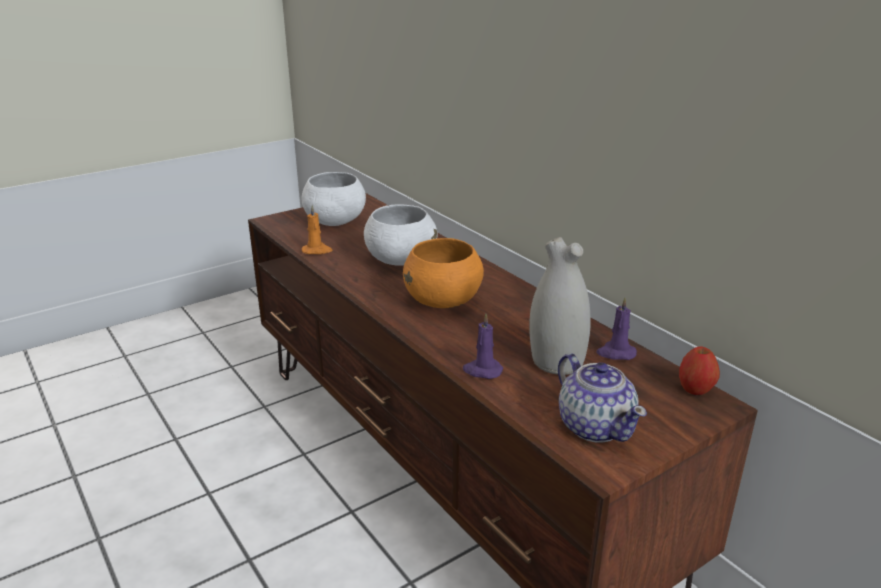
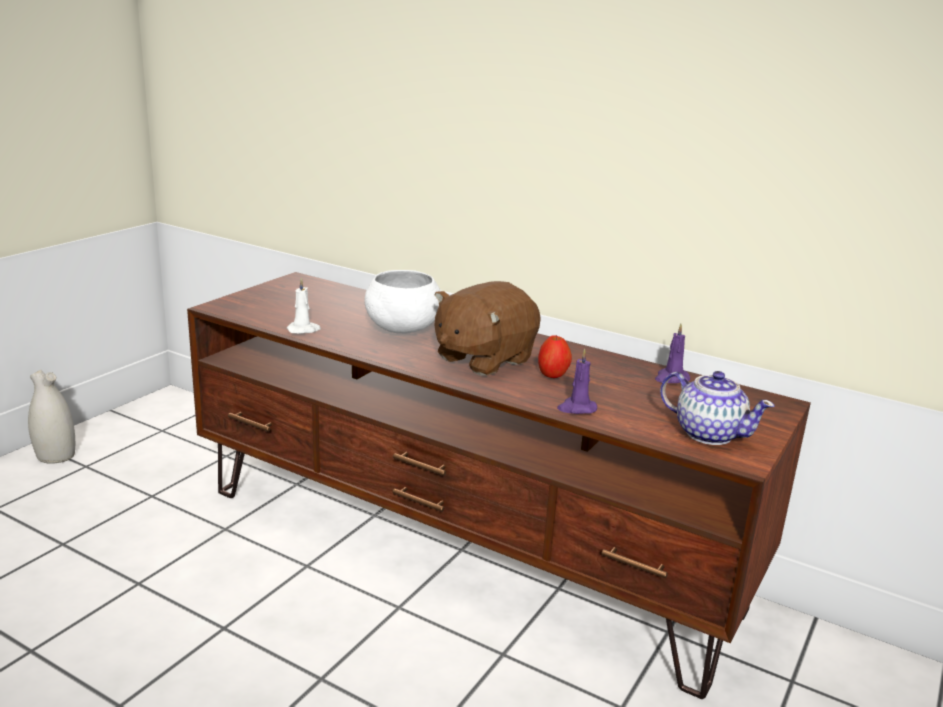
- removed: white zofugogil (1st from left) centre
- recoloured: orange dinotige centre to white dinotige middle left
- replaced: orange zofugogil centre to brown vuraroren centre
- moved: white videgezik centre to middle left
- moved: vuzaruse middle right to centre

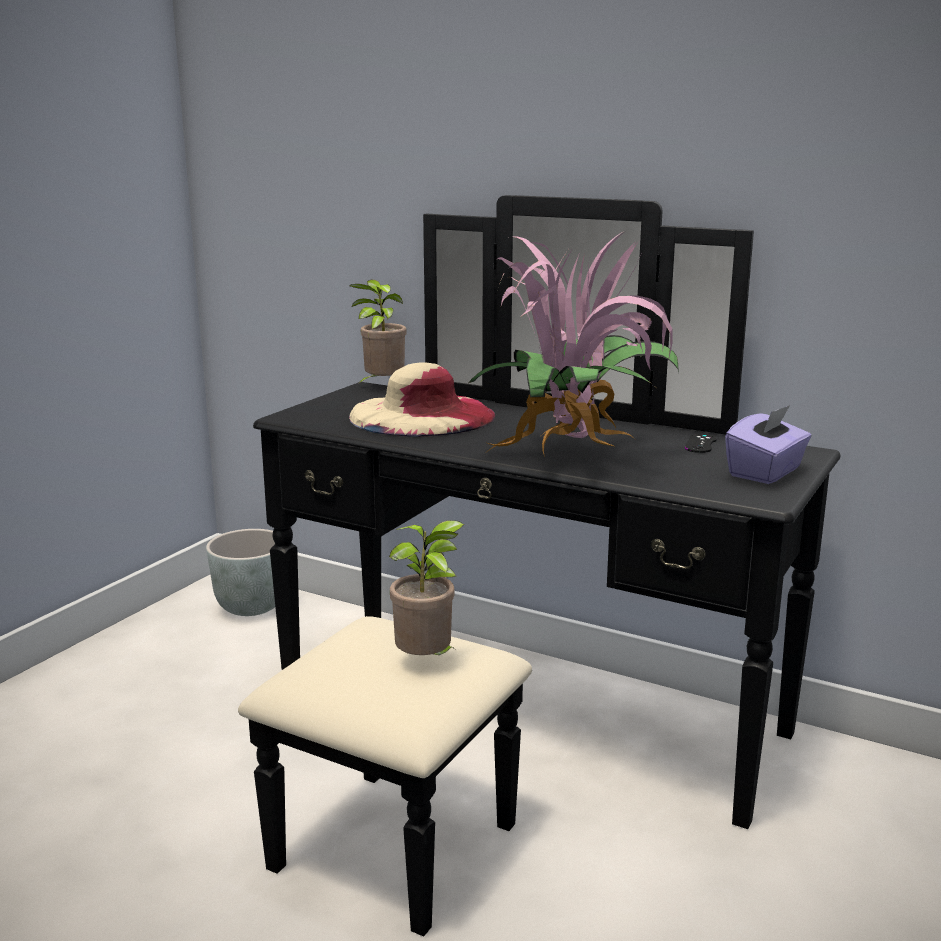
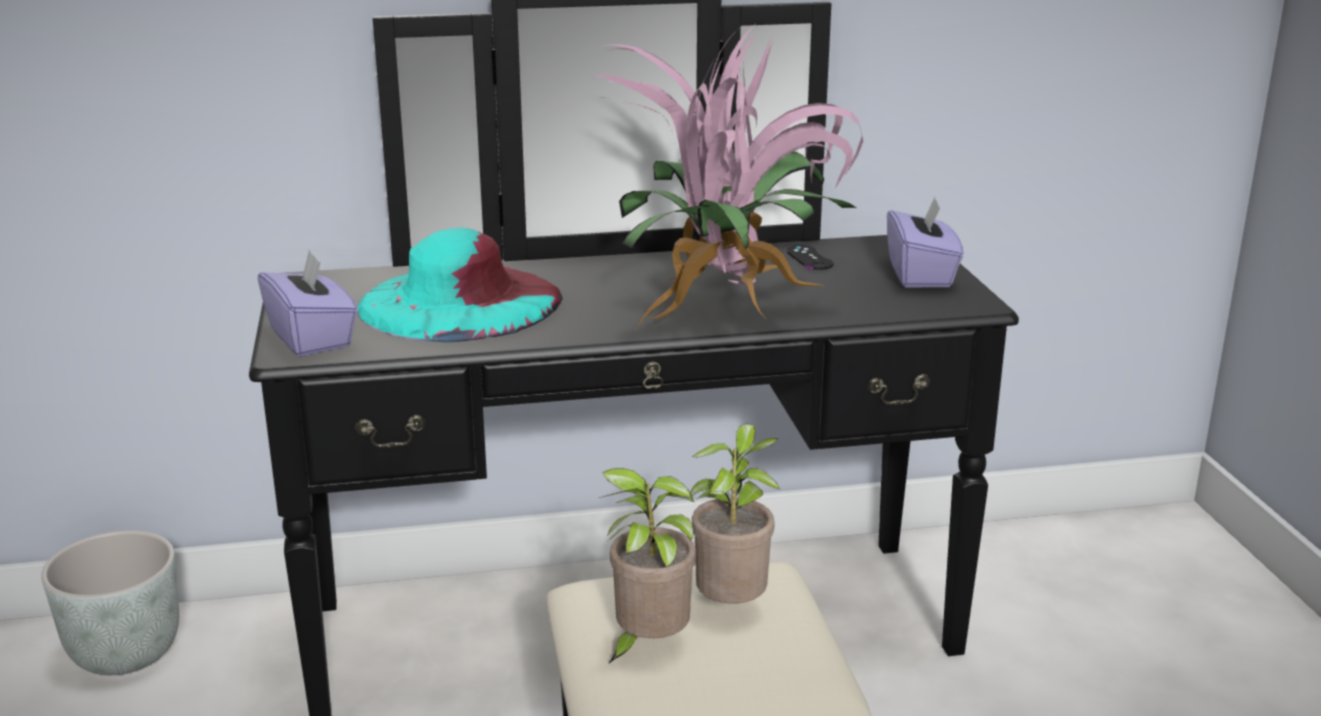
- moved: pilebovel (1st from left) centre to bottom centre
- recoloured: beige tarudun centre to turquoise tarudun centre
- added: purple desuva (1st from left) middle left

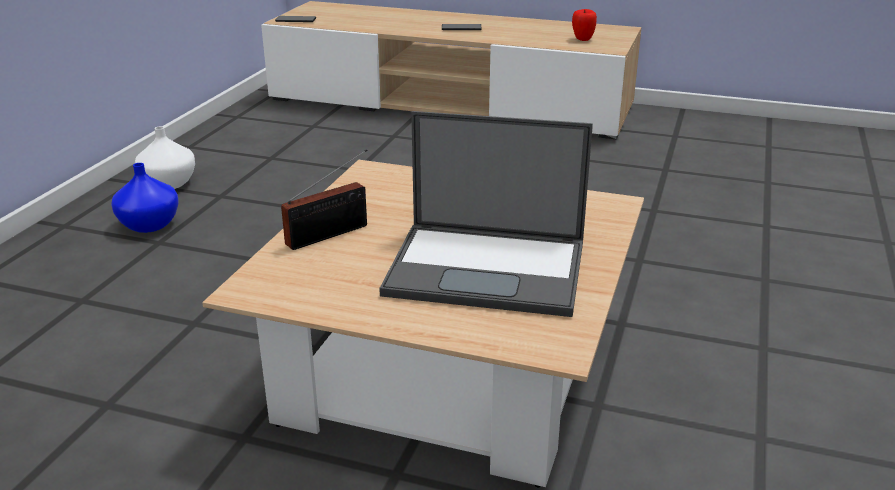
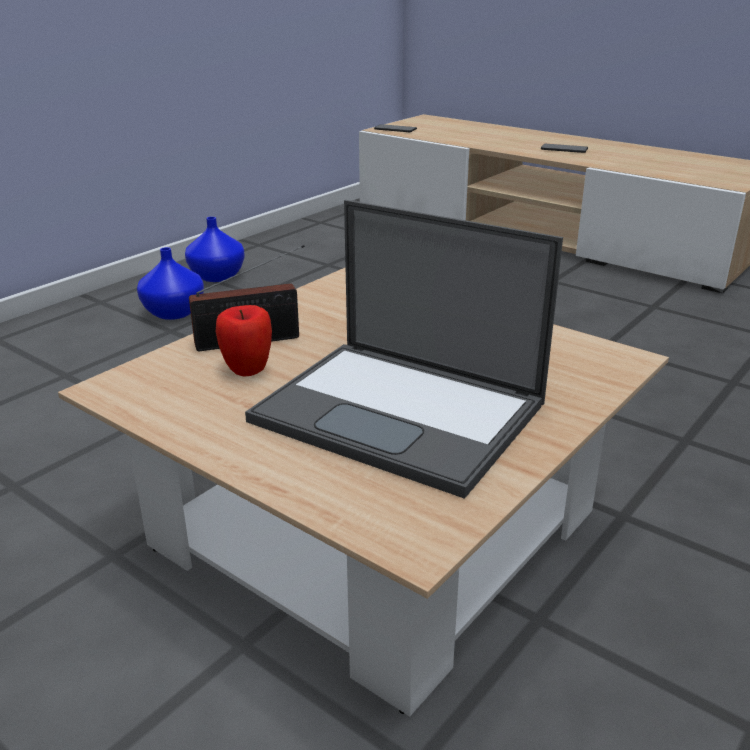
- recoloured: white videgezik top left to blue videgezik (2nd from left) top left
- moved: vuzaruse top centre to middle left

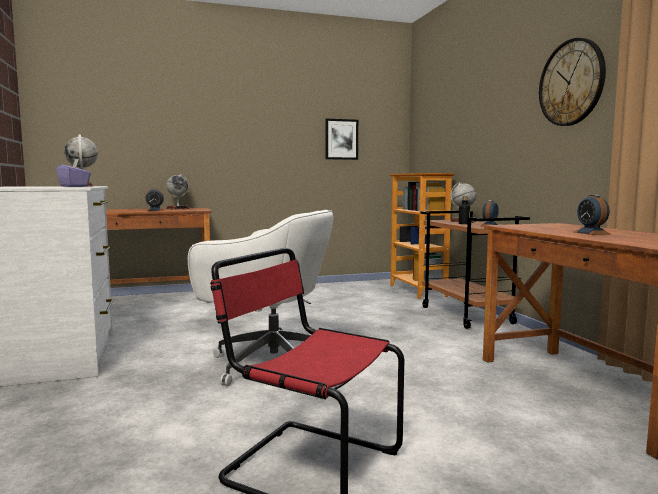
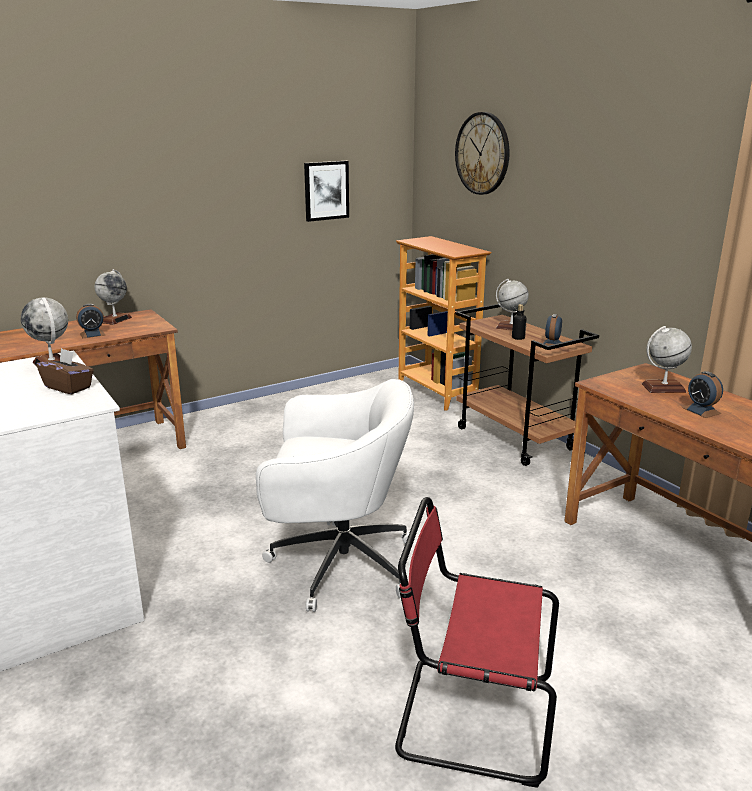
- recoloured: purple desuva middle left to brown desuva middle left
- moved: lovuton top right to top centre
- added: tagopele (4th from left) middle right

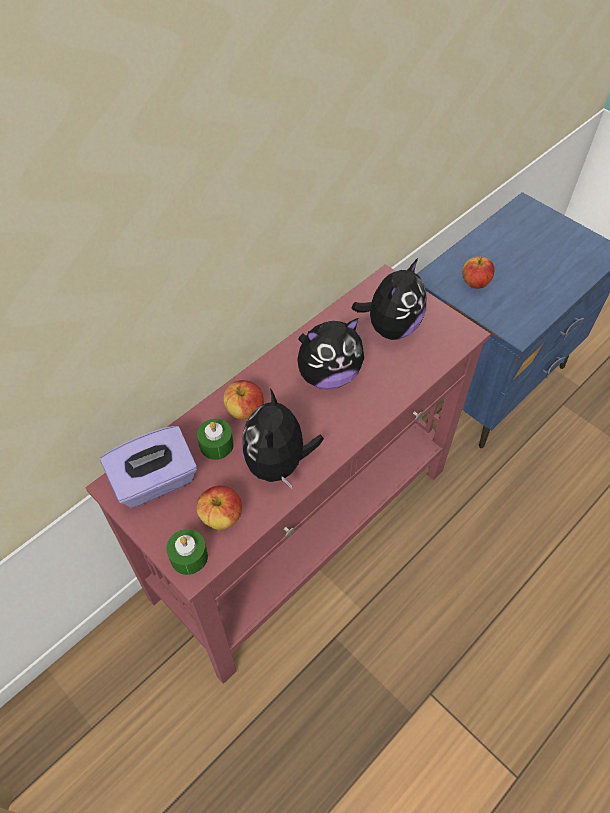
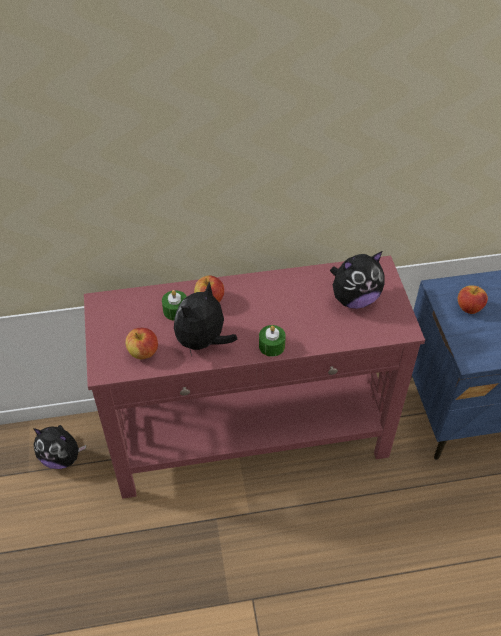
- removed: purple desuva middle left
- moved: green dinotige (1st from left in the first image) bottom left to green dinotige (2nd from left) centre
- moved: vuraroren (2nd from left in the first image) centre to vuraroren (1st from left) bottom left

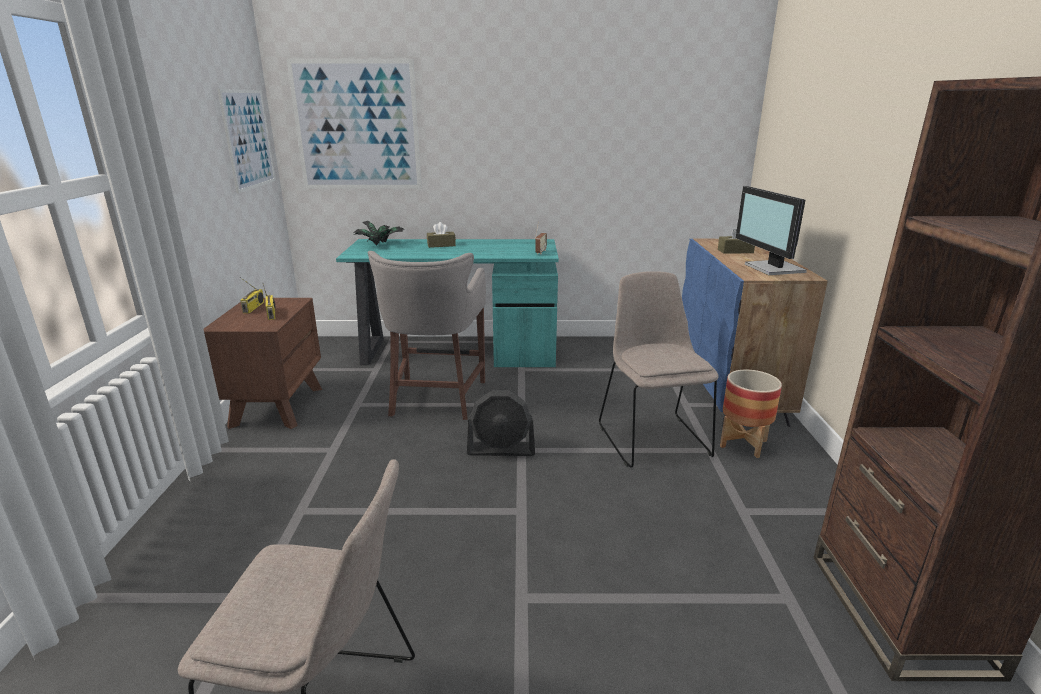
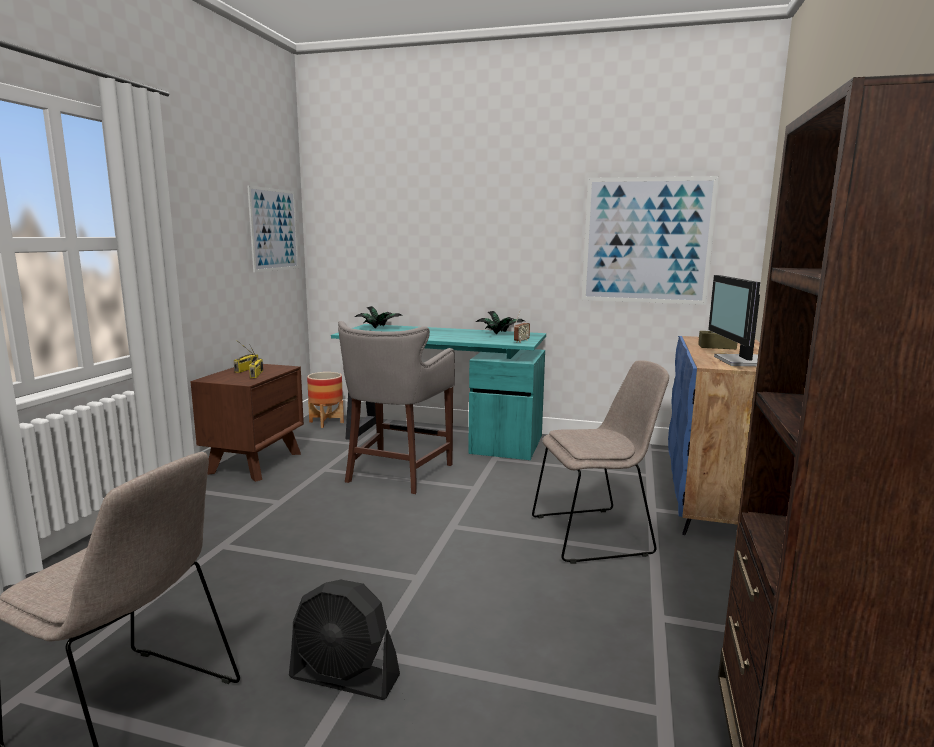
- moved: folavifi (2nd from left) top centre to top right
- removed: brown desuva (1st from left) centre
- moved: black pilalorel centre to bottom centre
- turned: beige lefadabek (2nd from left) centre = centre 75 degrees clockwise
- moved: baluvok middle right to centre
- added: pilebovel (2nd from left) centre

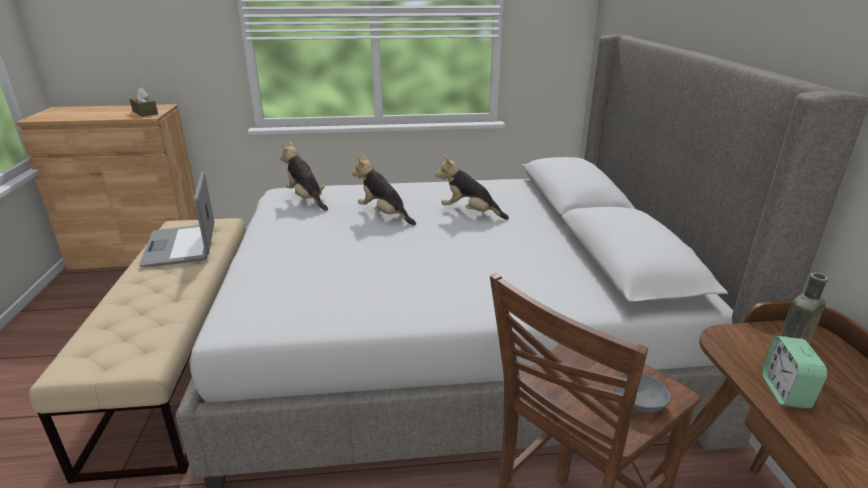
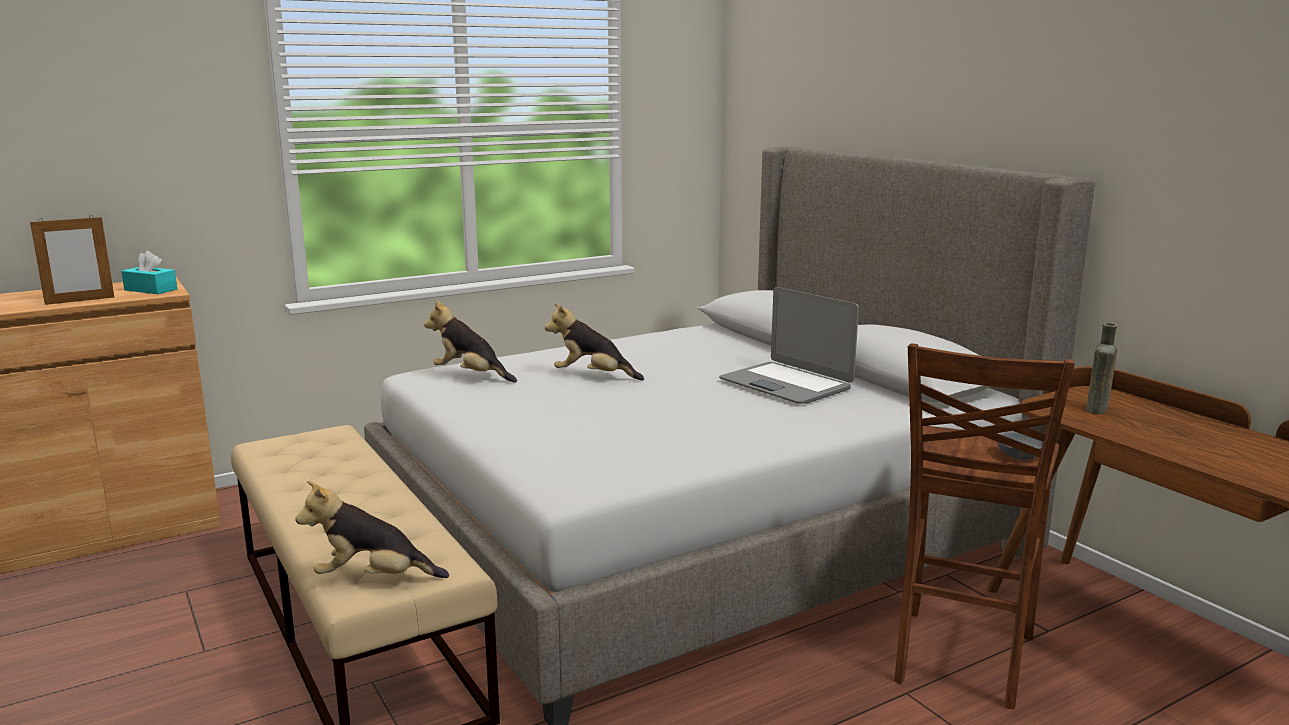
- recoloured: brown desuva top left to turquoise desuva middle left
- moved: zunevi middle left to centre
- moved: vuraroren (3rd from left in the first image) centre to vuraroren (1st from left) bottom left
- removed: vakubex bottom right
- added: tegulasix middle left

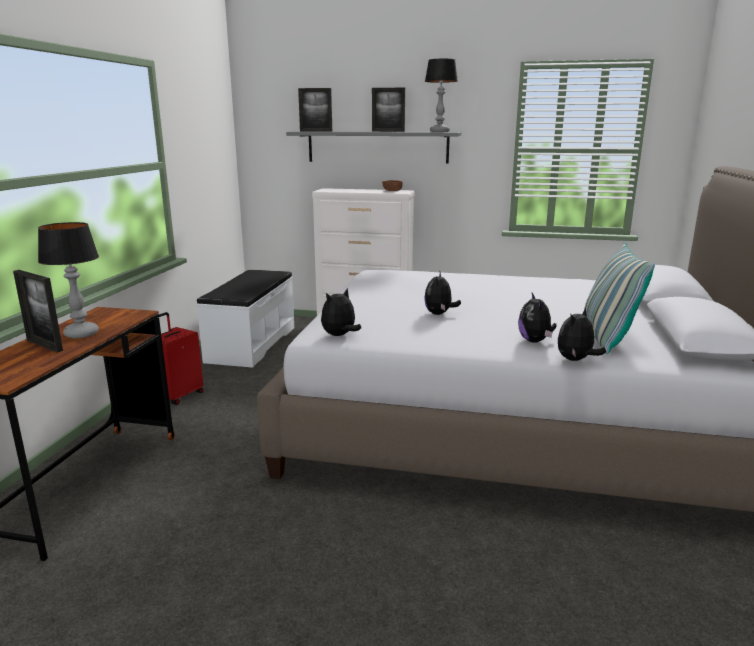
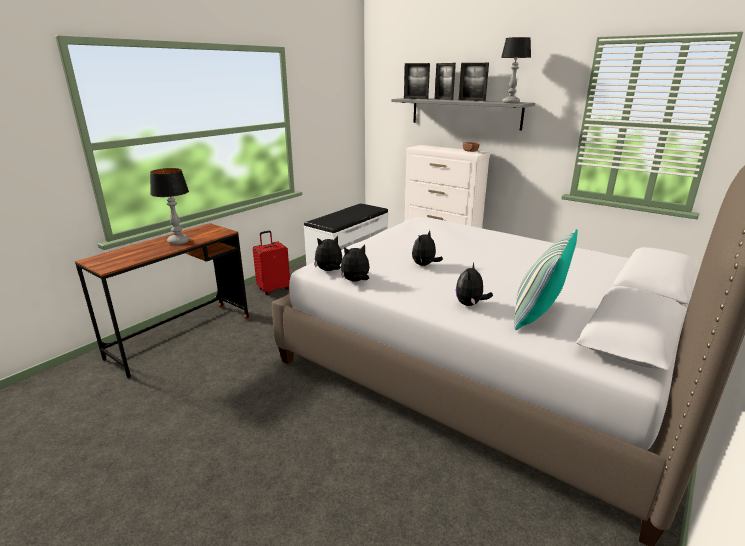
- moved: tegulasix (1st from left in the first image) middle left to tegulasix (2nd from left) top centre
- moved: vuraroren (4th from left in the first image) middle right to vuraroren (2nd from left) centre

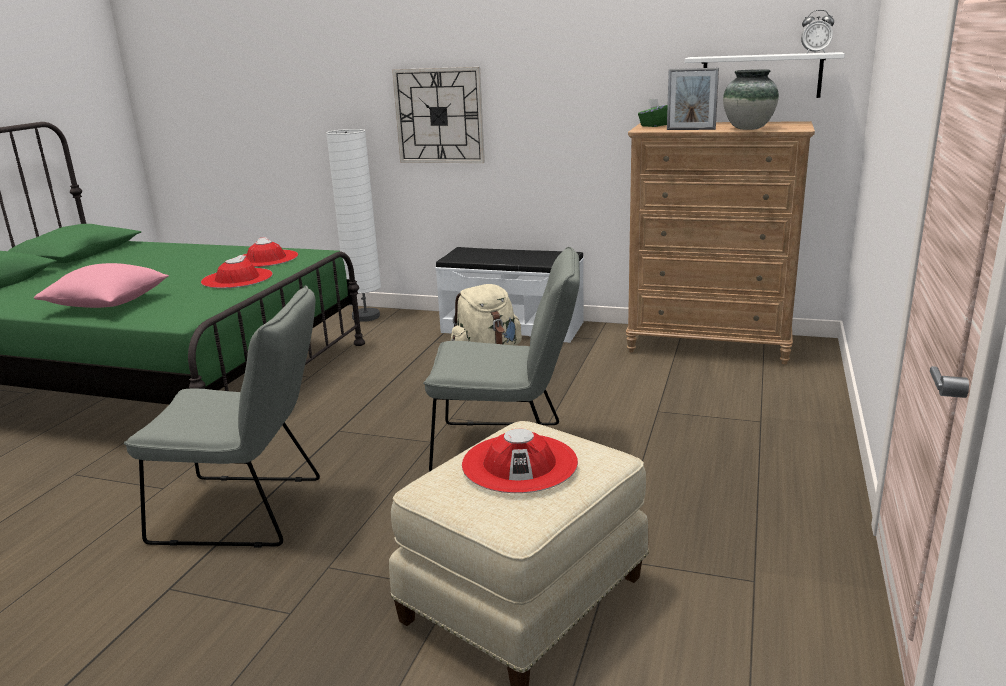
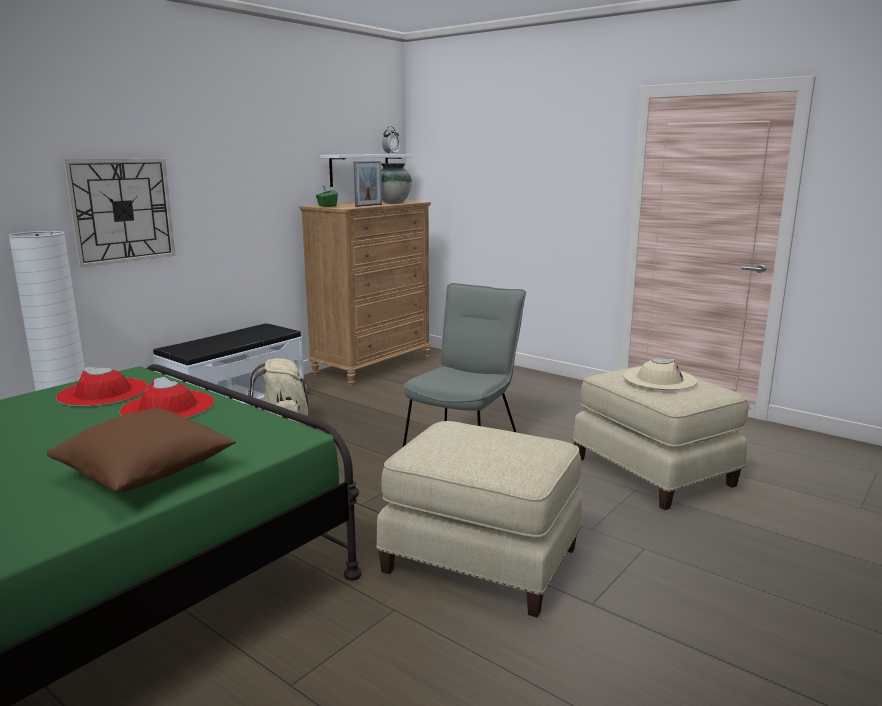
- recoloured: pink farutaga middle left to brown farutaga middle left
- replaced: grey lefadabek (1st from left) middle left to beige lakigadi (1st from left) bottom centre
- recoloured: red tarudun (3rd from left) bottom centre to beige tarudun middle right

